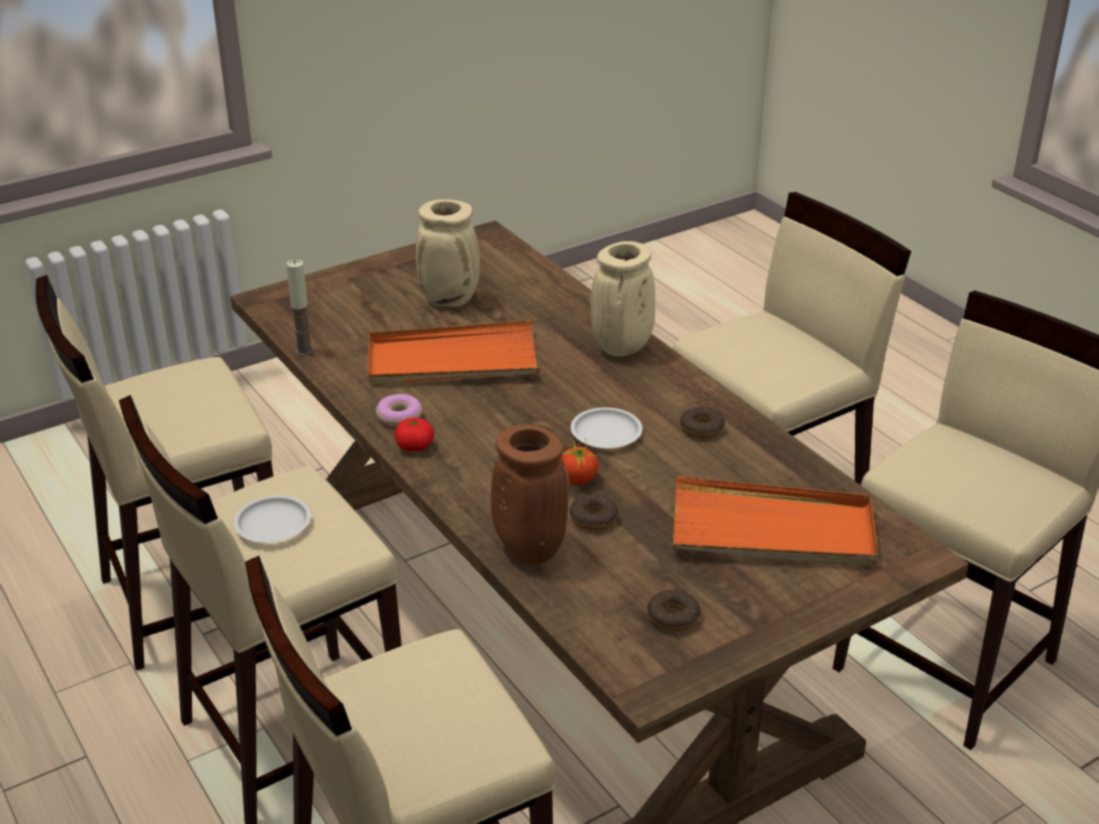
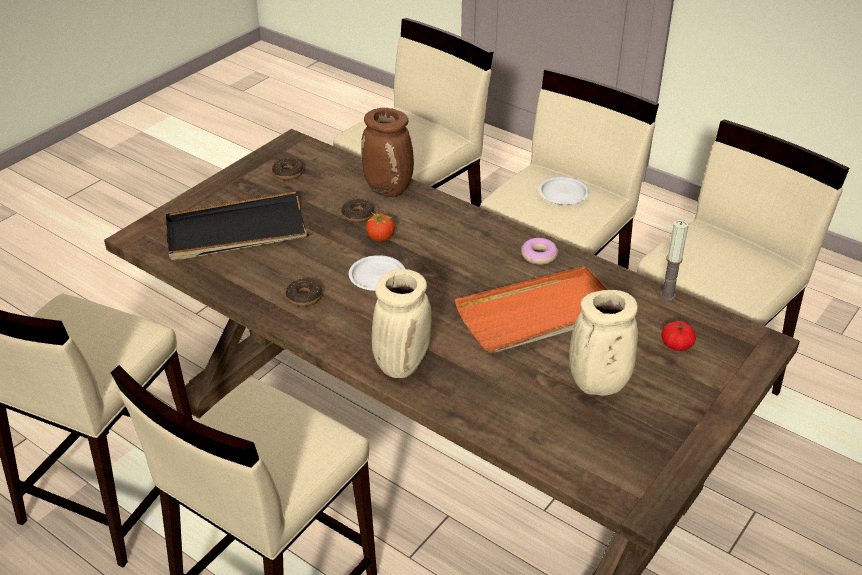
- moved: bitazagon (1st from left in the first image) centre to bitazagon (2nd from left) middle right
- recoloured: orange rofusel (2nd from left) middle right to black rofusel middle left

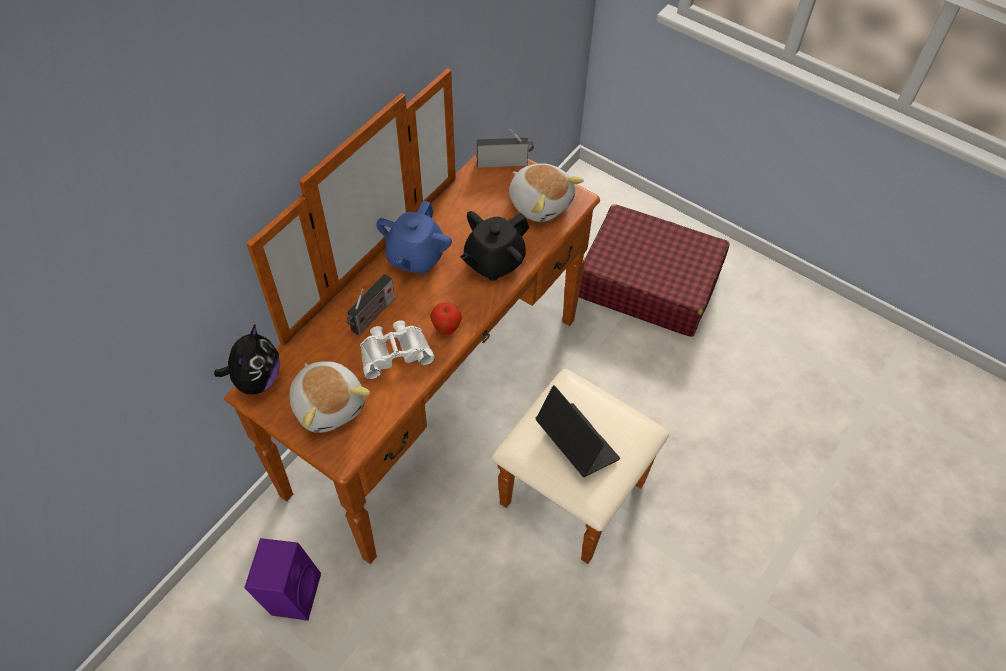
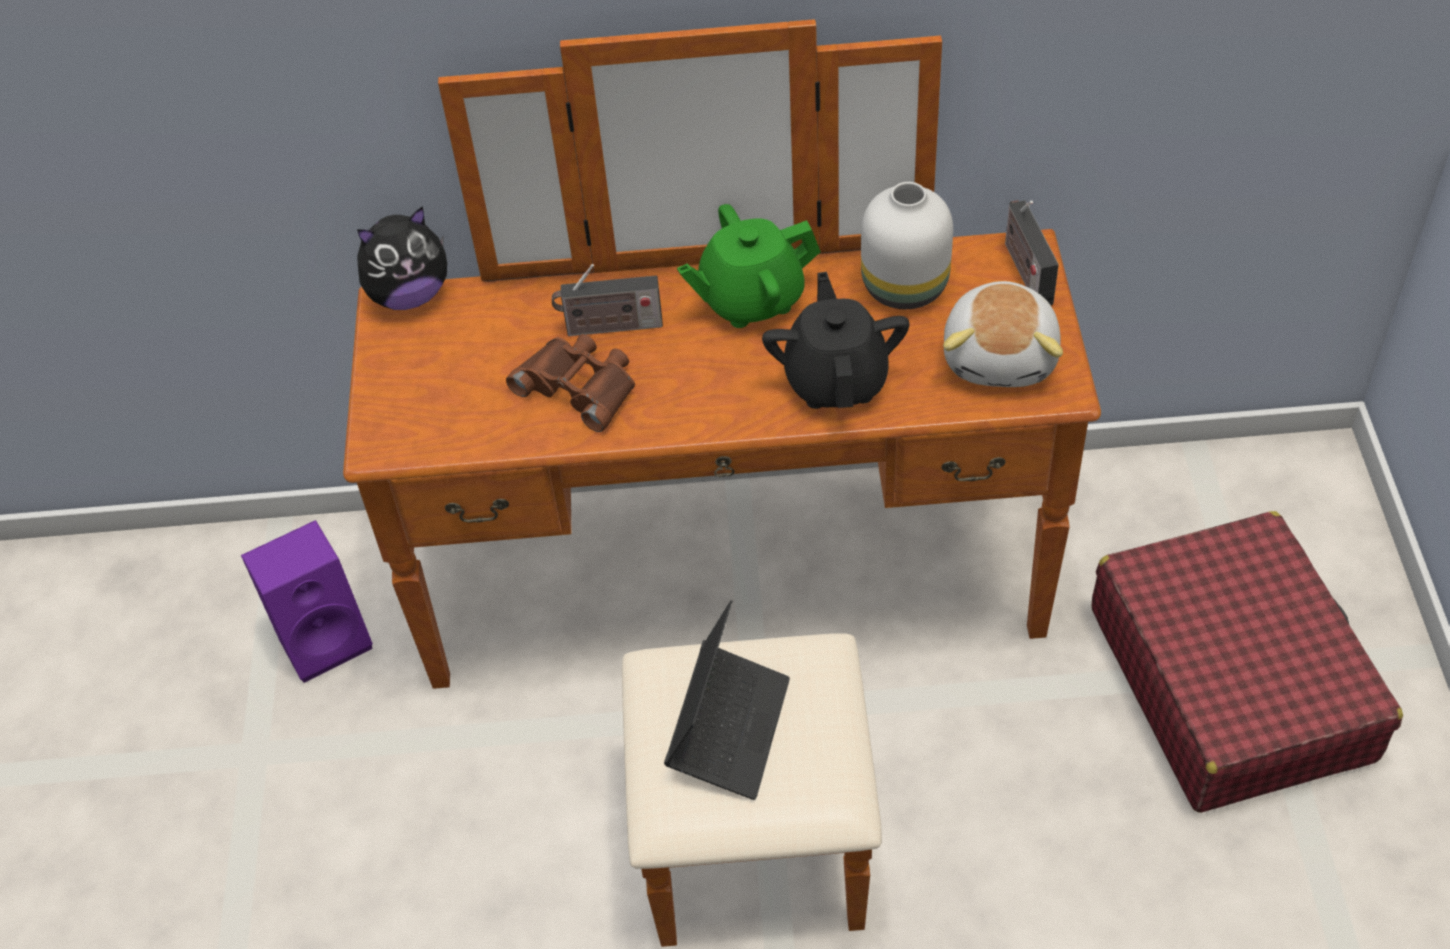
- removed: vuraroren (2nd from left) middle left
- recoloured: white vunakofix centre to brown vunakofix centre
- recoloured: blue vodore centre to green vodore top centre
- removed: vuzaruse centre
- turned: black vodore centre = centre 75 degrees clockwise
- turned: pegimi (2nd from left) top centre = top right 150 degrees counterclockwise
- added: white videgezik top centre

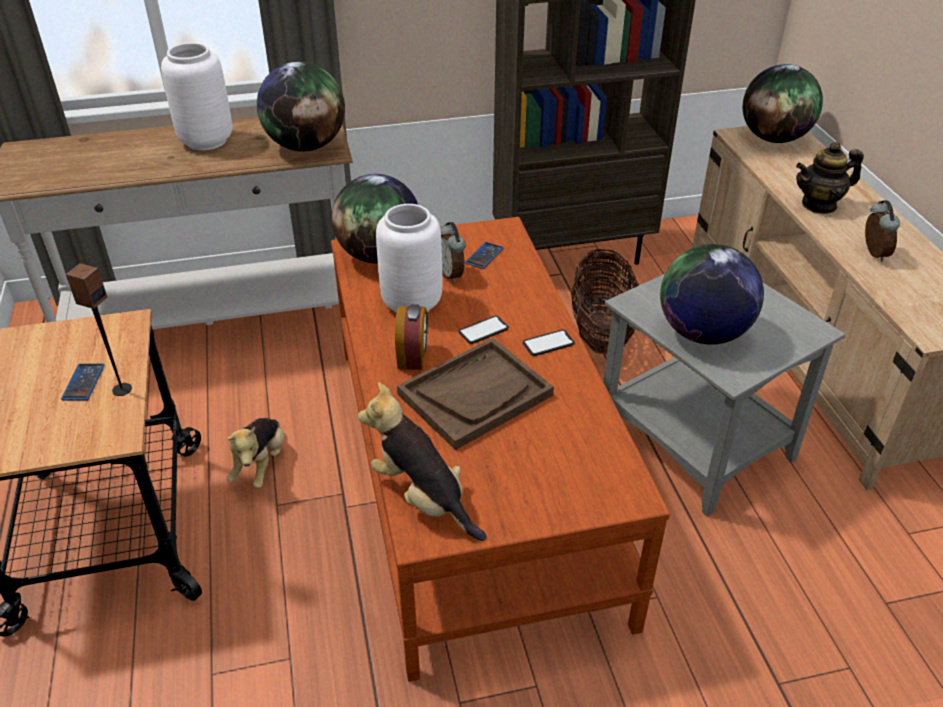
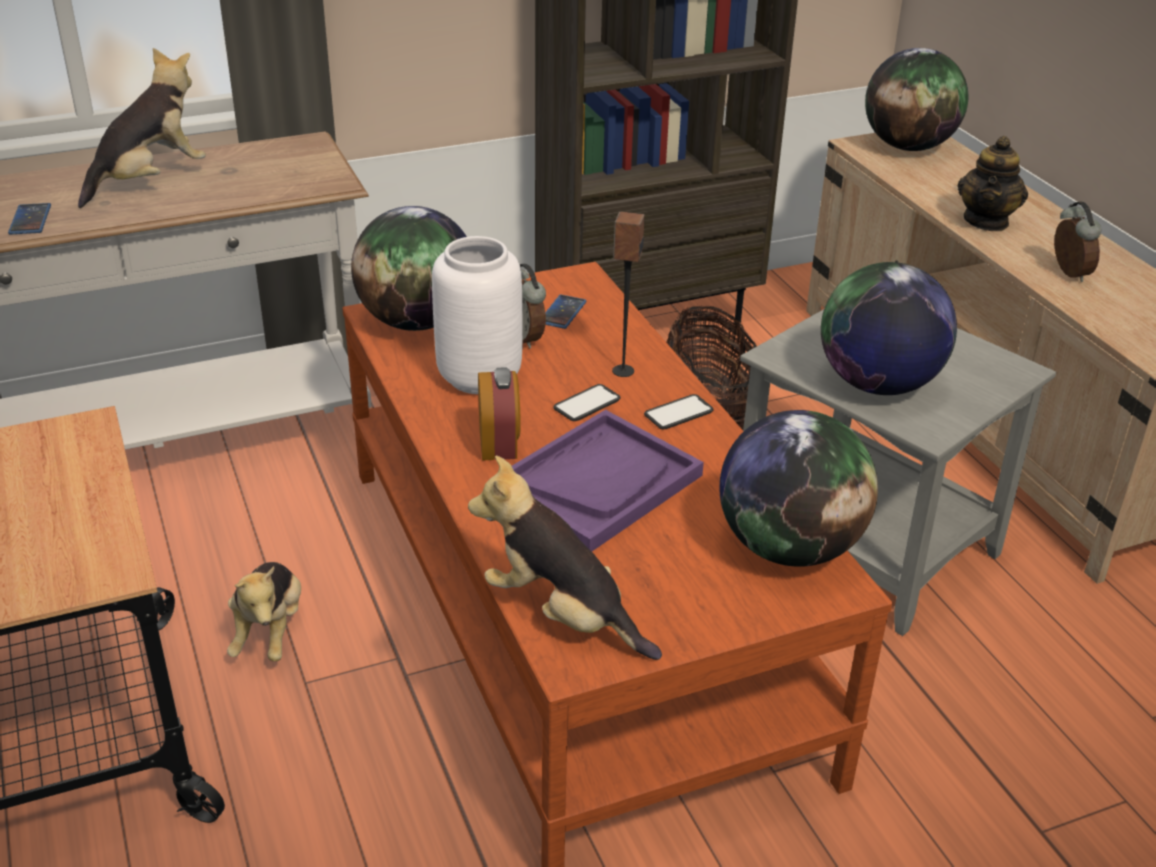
- moved: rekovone (1st from left) middle left to top left
- moved: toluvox middle left to centre
- replaced: white videgezik (1st from left) top left to vuraroren (1st from left) top left
- moved: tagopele (1st from left in the first image) top left to tagopele (2nd from left) middle right
- recoloured: brown rofusel centre to purple rofusel centre
- turned: vodore top right = top right 45 degrees counterclockwise

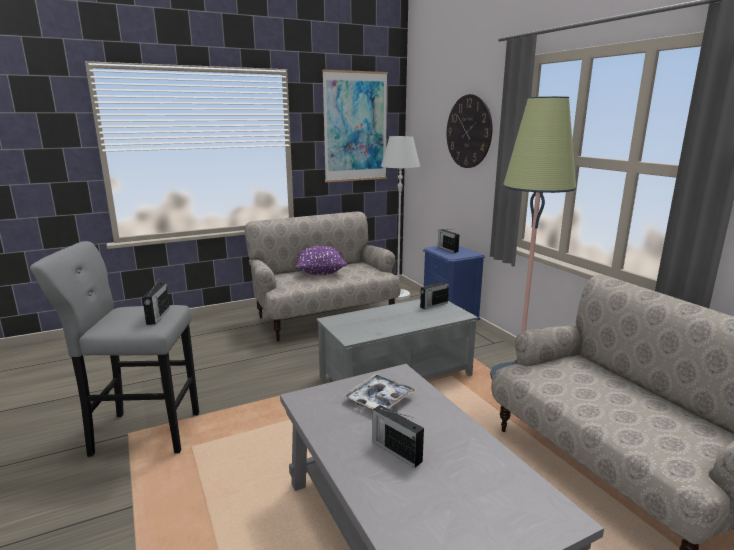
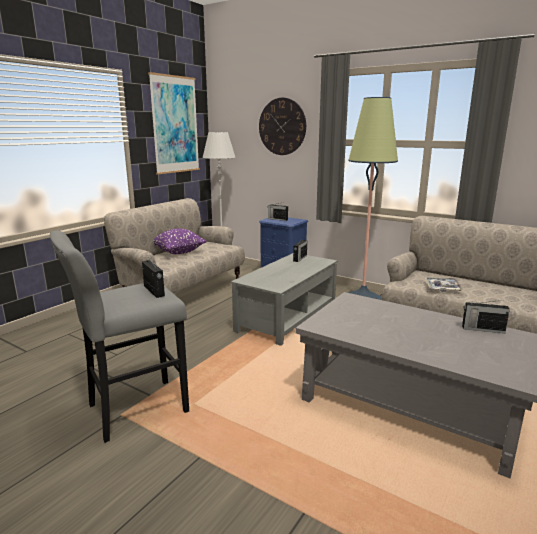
- moved: rofusel bottom centre to middle right
- moved: pegimi (2nd from left in the first image) bottom centre to pegimi (4th from left) middle right

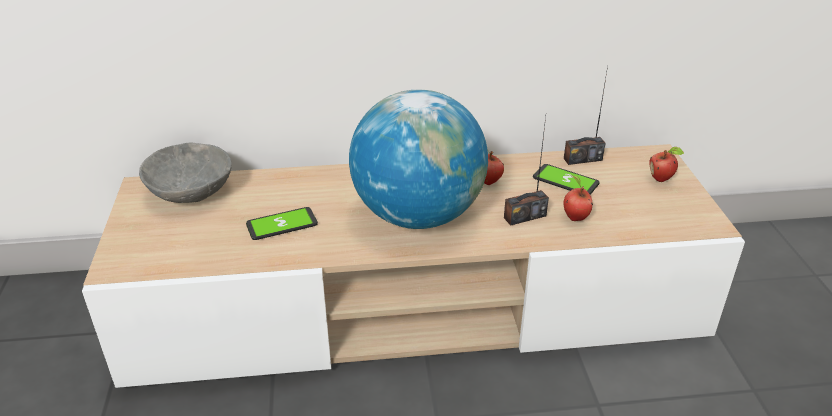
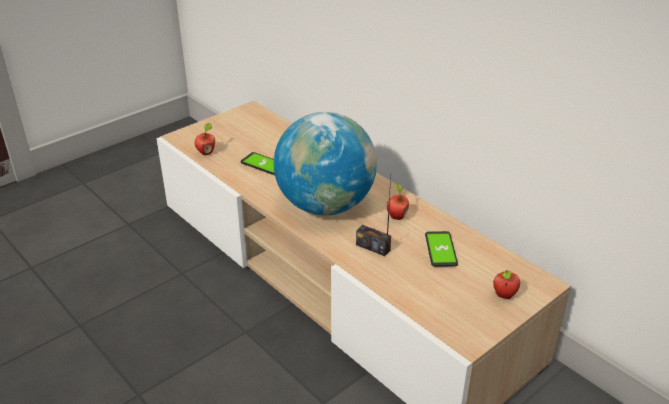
- removed: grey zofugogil middle left
- moved: vuzaruse (2nd from left in the first image) middle right to vuzaruse (1st from left) middle left
- removed: pegimi (2nd from left) top right

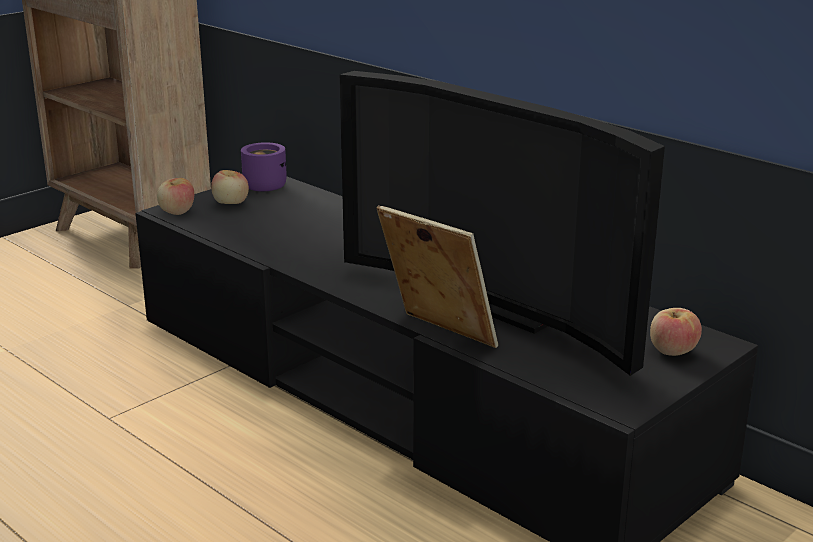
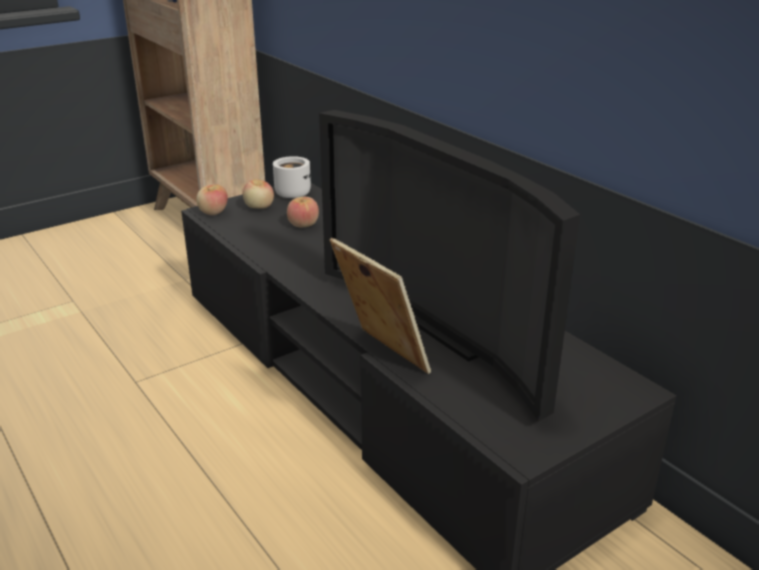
- recoloured: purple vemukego top left to white vemukego top centre
- moved: vuzaruse (3rd from left) middle right to centre

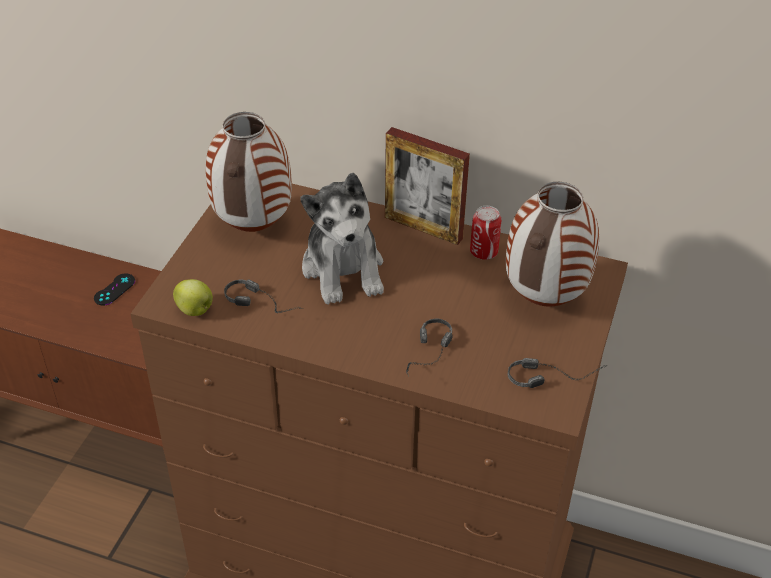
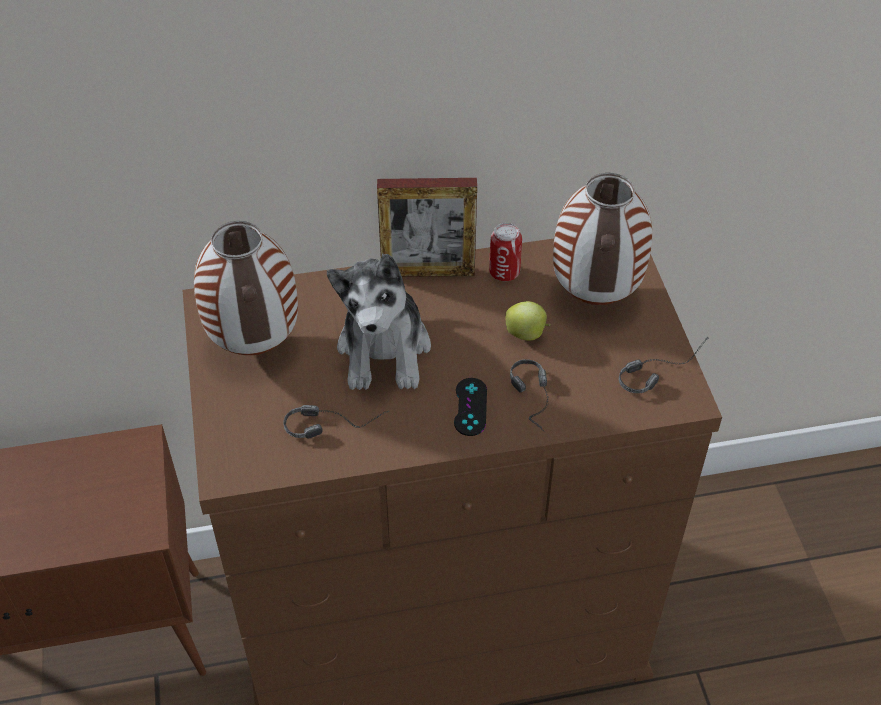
- moved: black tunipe middle left to centre
- moved: vuzaruse middle left to centre
- turned: vuraroren centre = centre 45 degrees clockwise

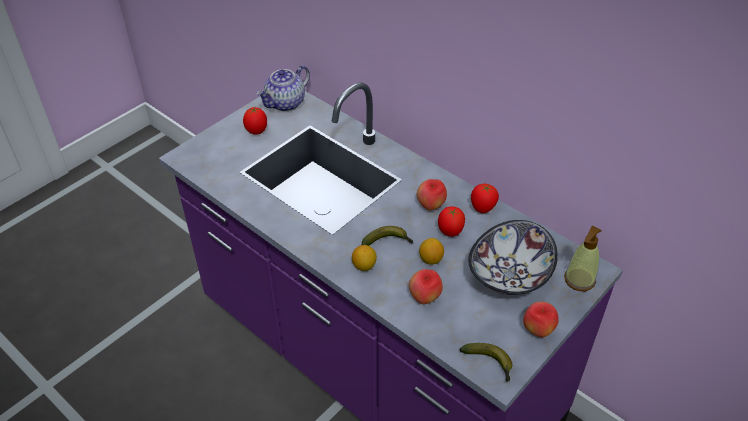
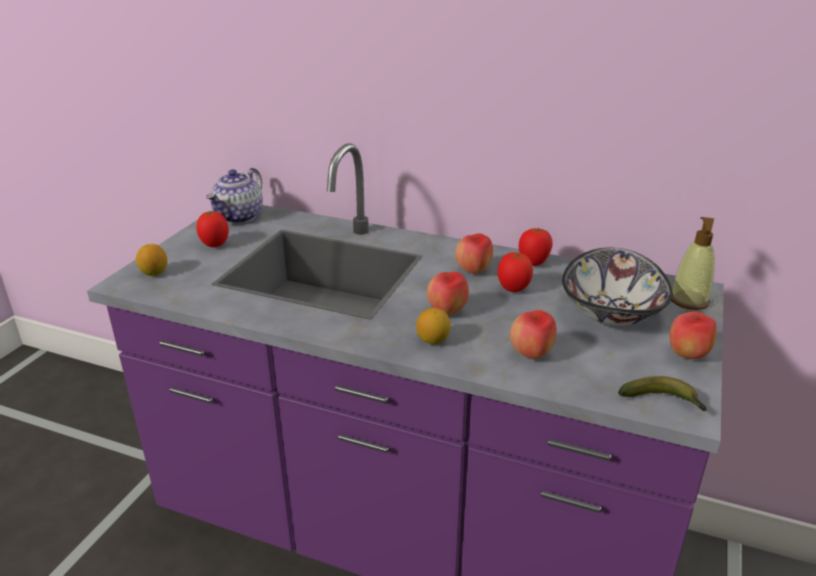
- replaced: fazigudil (1st from left) centre to vuzaruse (1st from left) centre
- moved: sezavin (2nd from left in the first image) centre to sezavin (1st from left) middle left

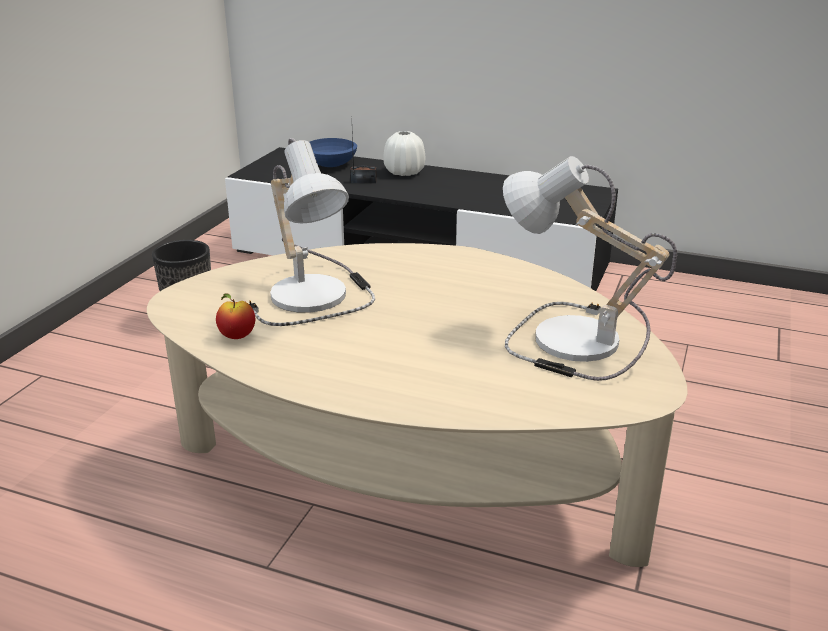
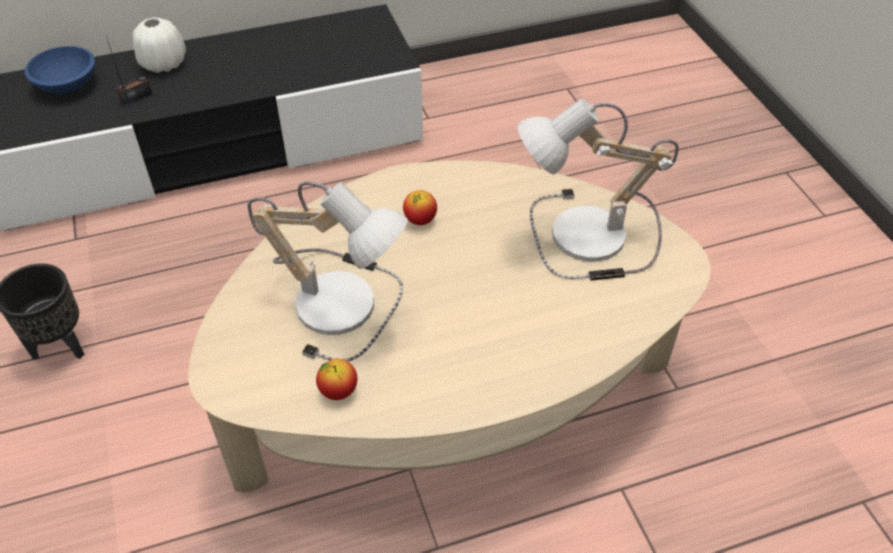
- added: vuzaruse (2nd from left) centre

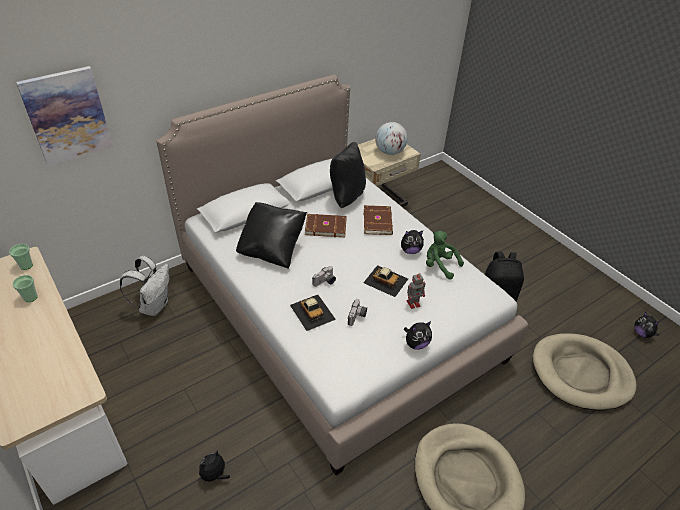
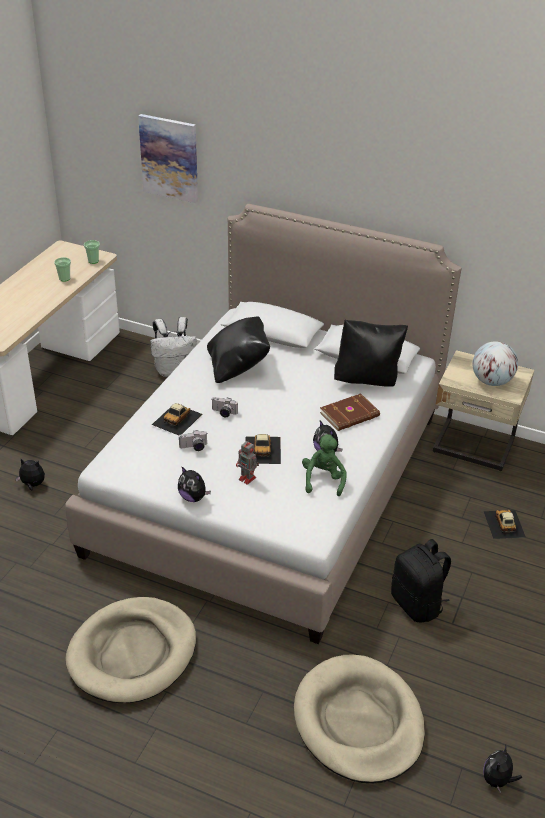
- removed: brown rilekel (1st from left) centre
- added: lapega (3rd from left) middle right

